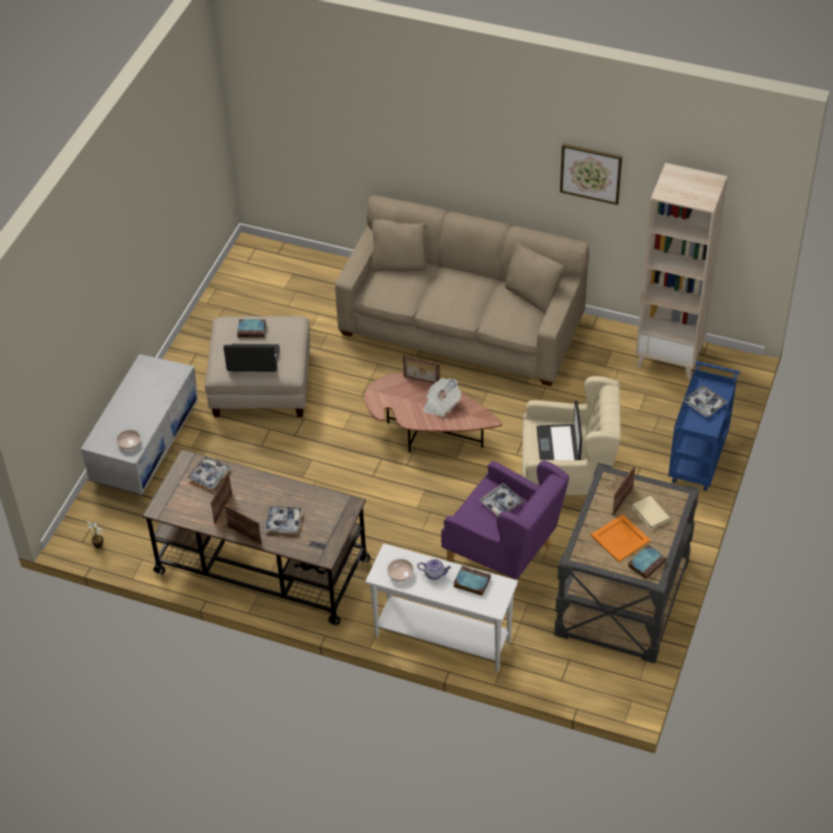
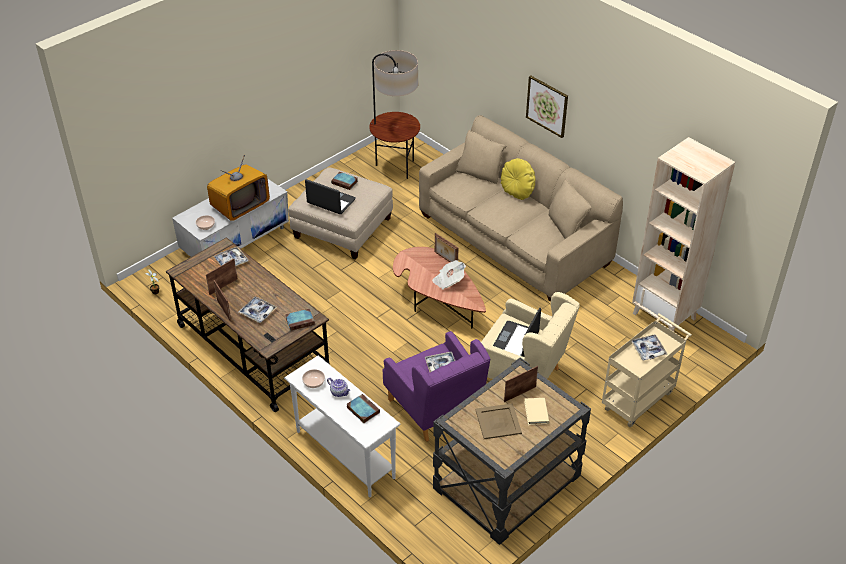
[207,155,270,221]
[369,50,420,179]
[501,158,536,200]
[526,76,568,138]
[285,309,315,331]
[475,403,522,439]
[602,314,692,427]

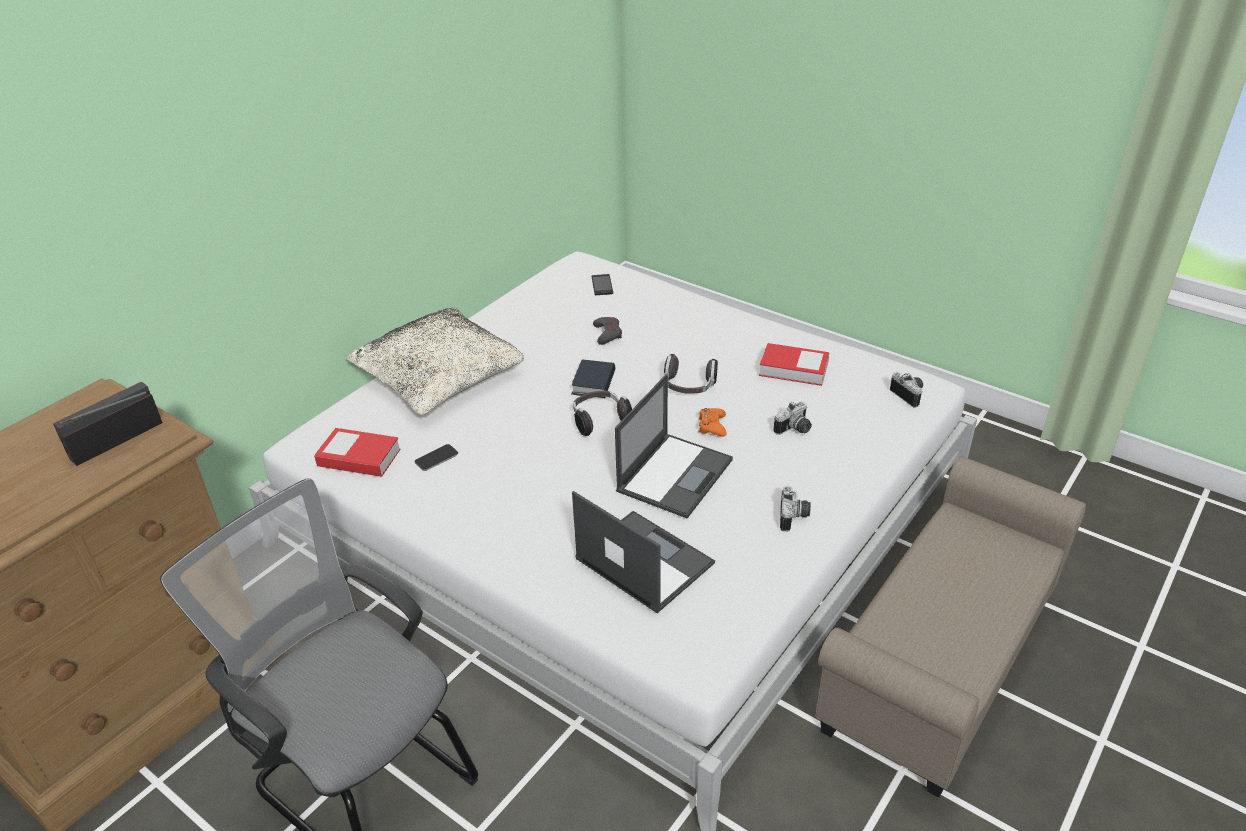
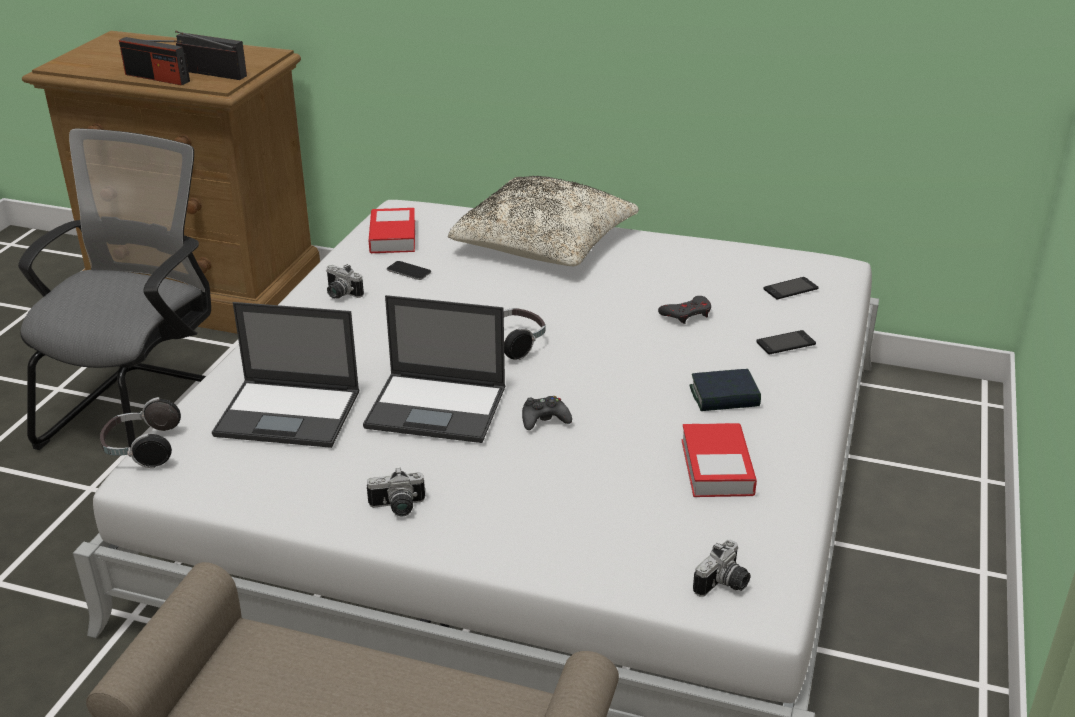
[119,37,190,85]
[756,330,816,354]
[689,369,761,411]
[100,397,181,468]
[326,264,364,299]
[522,396,572,430]
[212,302,360,448]

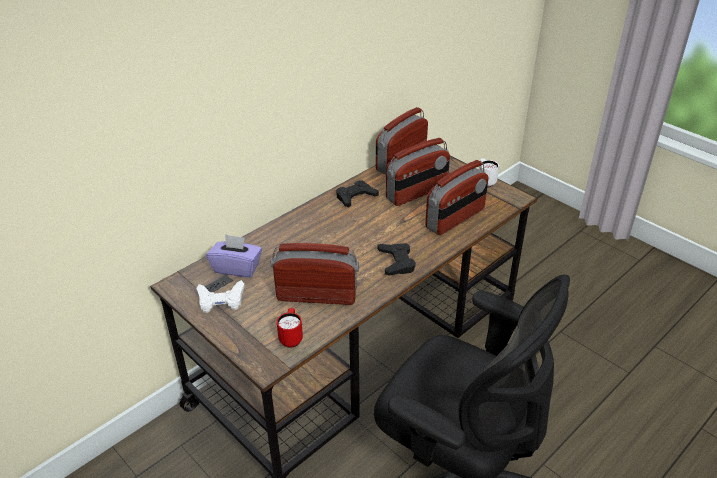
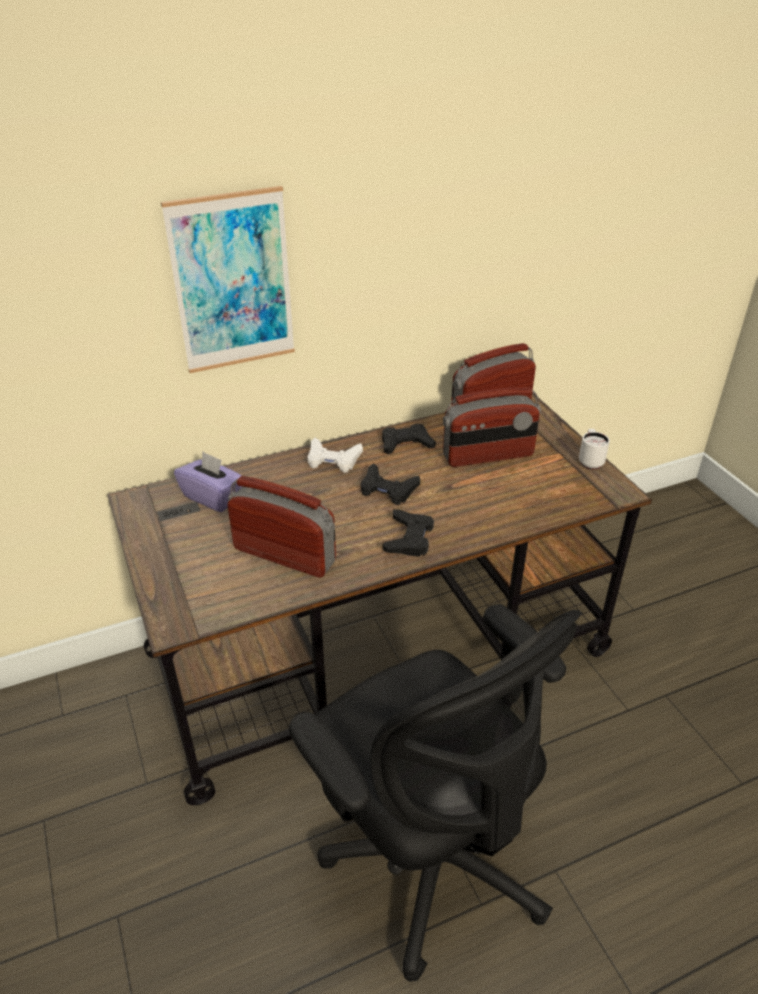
[277,308,303,348] (first image)
[425,160,488,235] (first image)
[161,186,295,373]
[361,463,420,505]
[307,438,363,473]

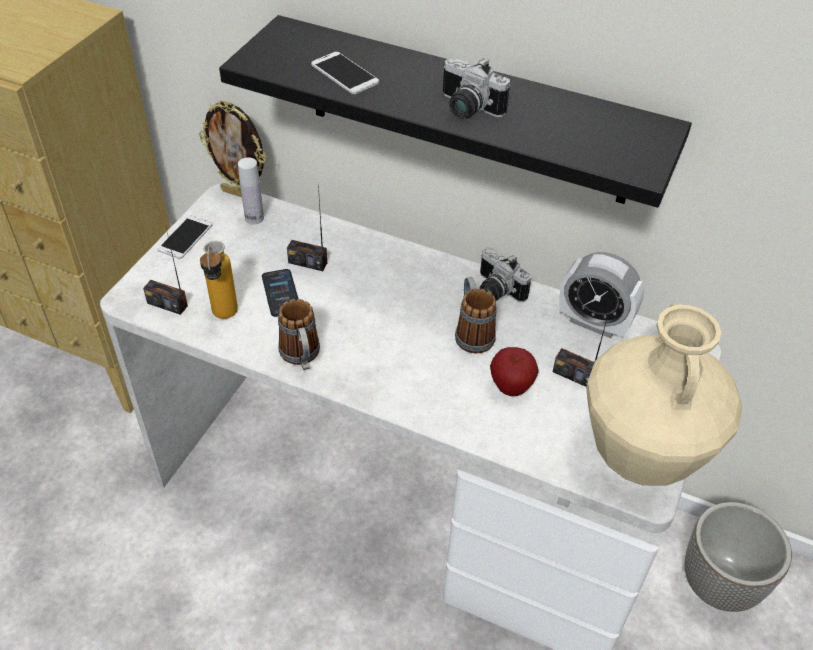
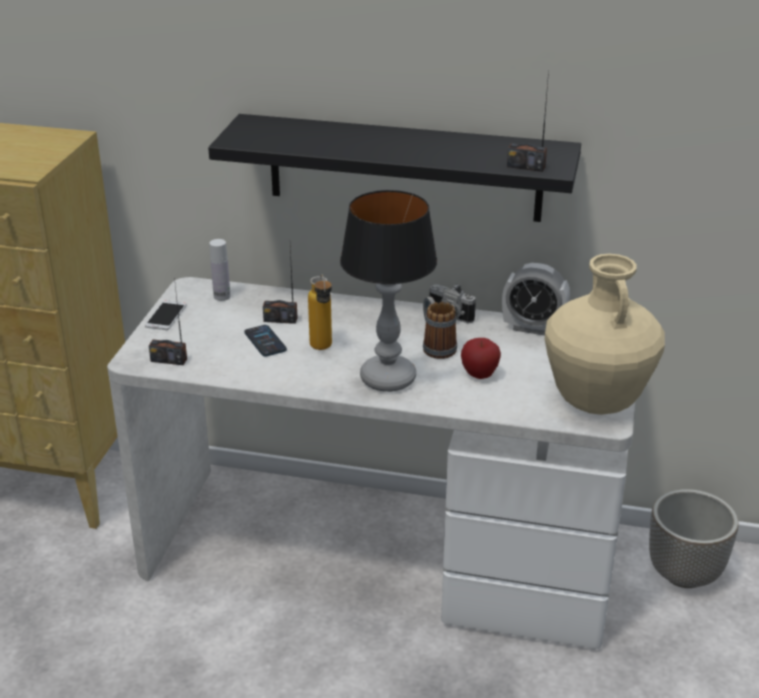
[199,100,266,197] (first image)
[278,299,320,370] (first image)
[311,52,379,94] (first image)
[443,57,510,119] (first image)
[340,190,437,392]
[308,274,332,350]
[507,71,549,172]

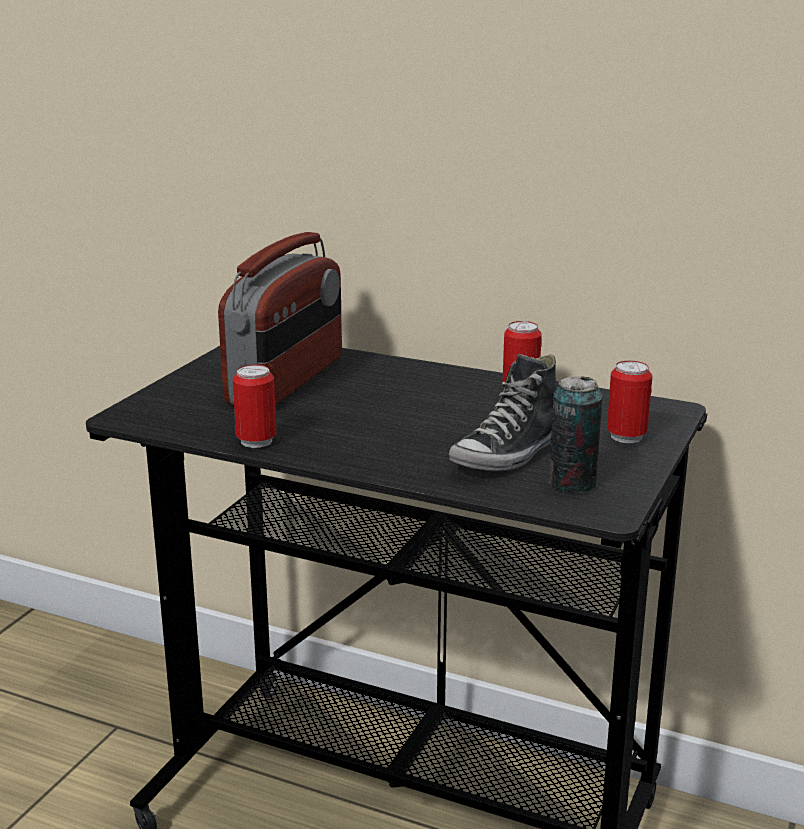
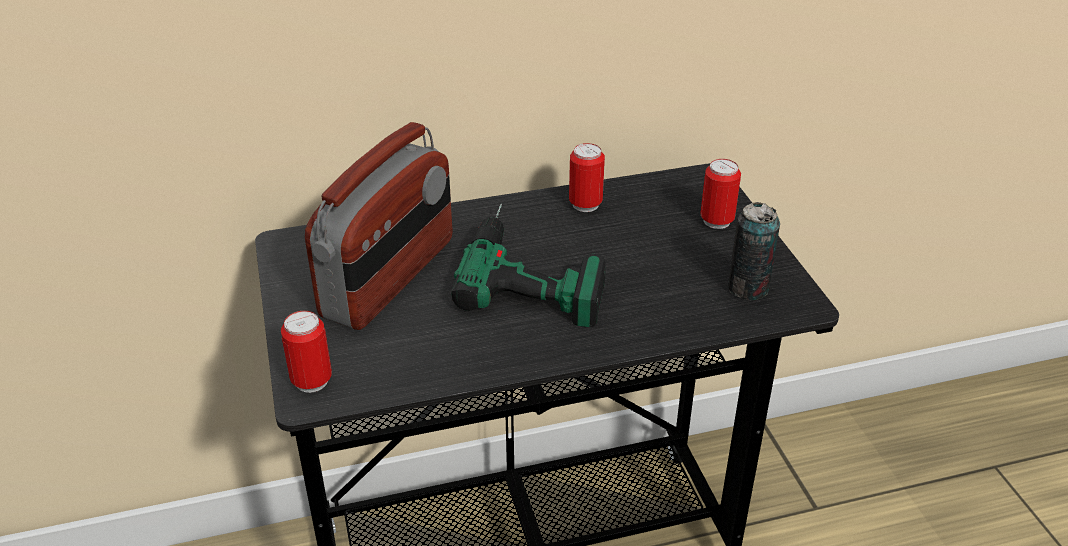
[449,354,557,471] (first image)
[451,204,606,327]
[281,311,332,393]
[305,122,453,330]

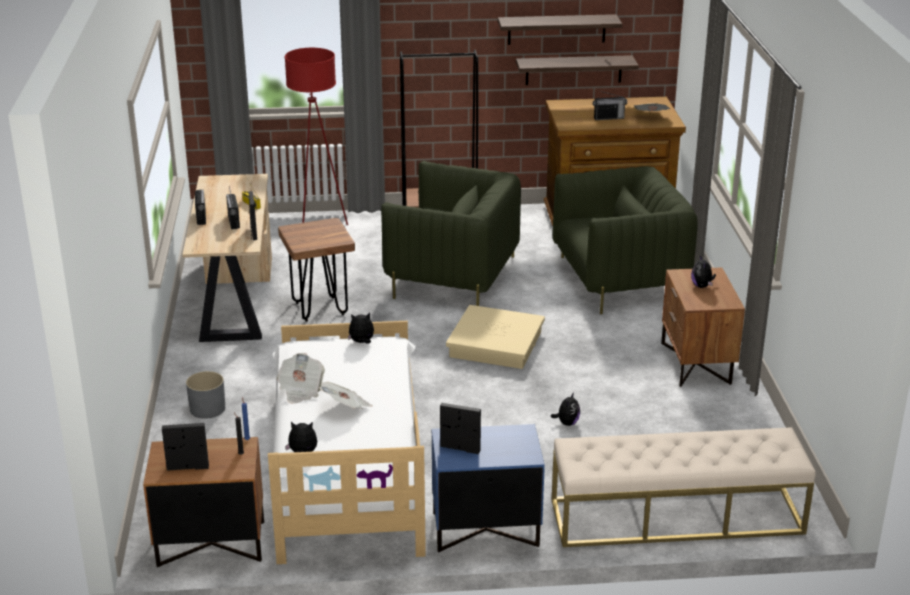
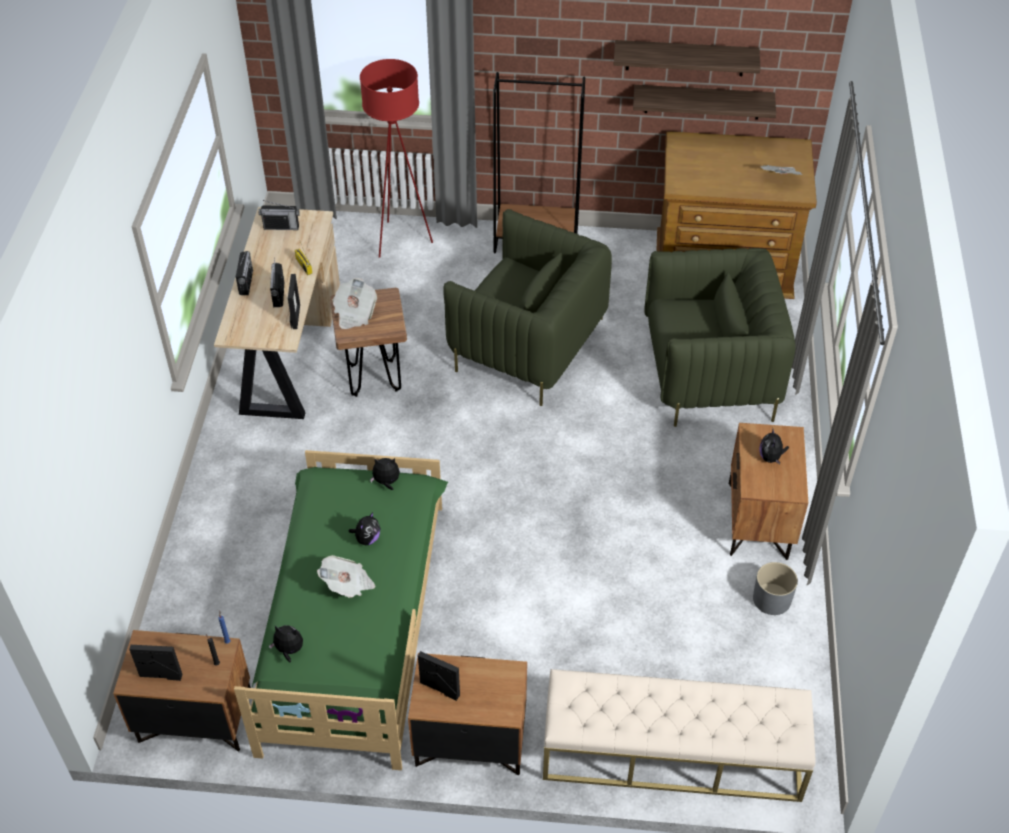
[446,305,545,369] (first image)
[753,562,798,615]
[332,278,377,329]
[349,512,381,545]
[258,200,300,230]
[234,450,448,770]
[408,653,527,776]

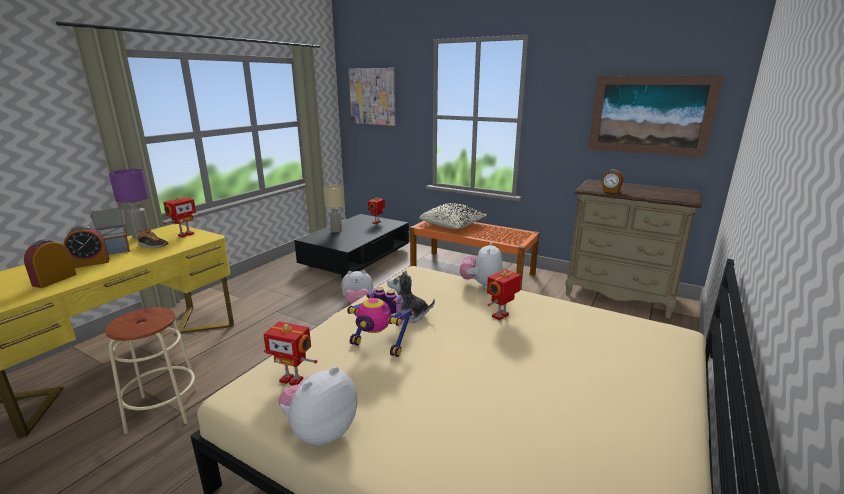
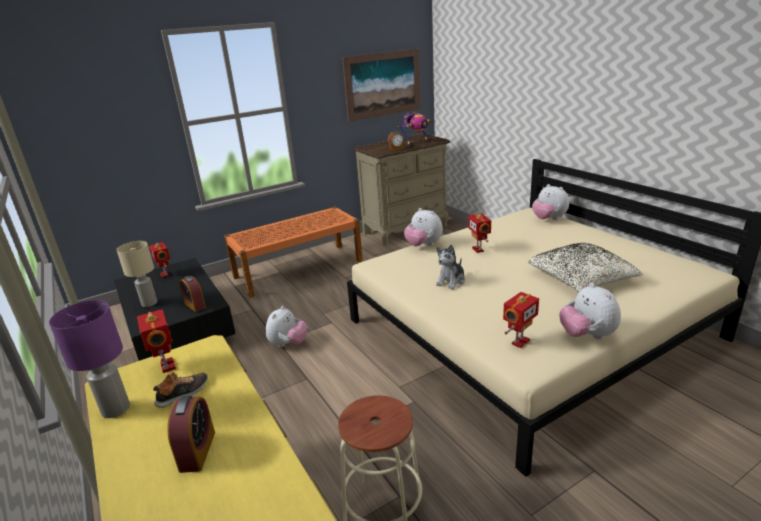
[90,207,130,255] (first image)
[349,68,395,126] (first image)
[532,184,569,220]
[180,276,206,312]
[398,112,431,145]
[529,243,643,292]

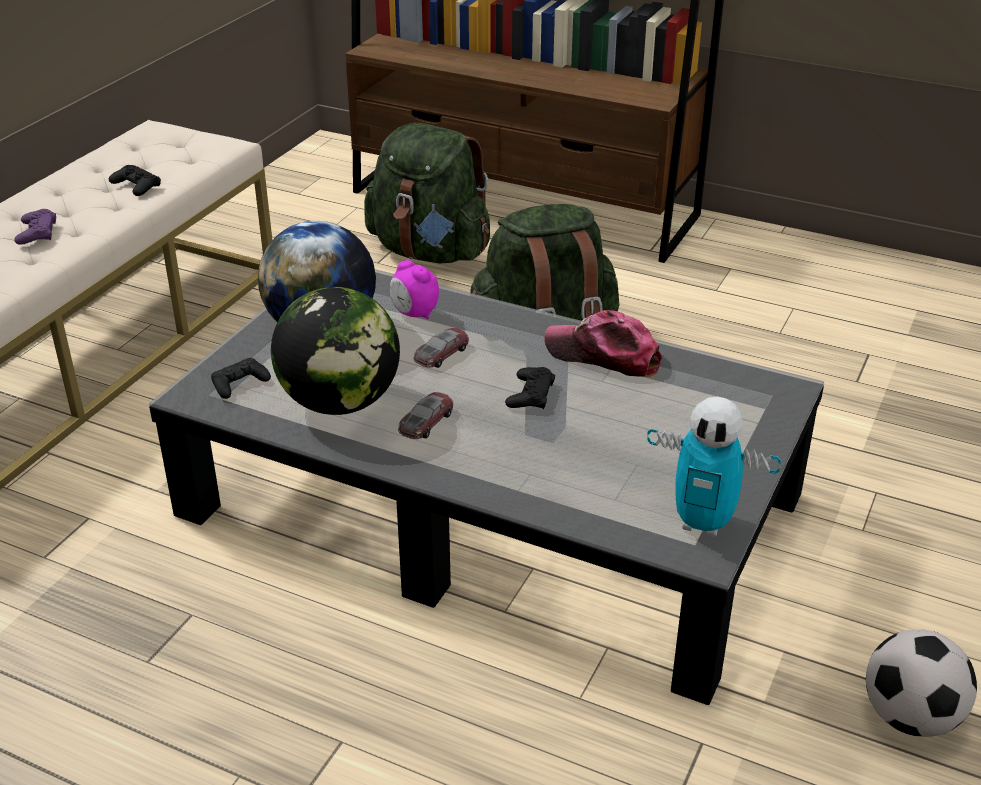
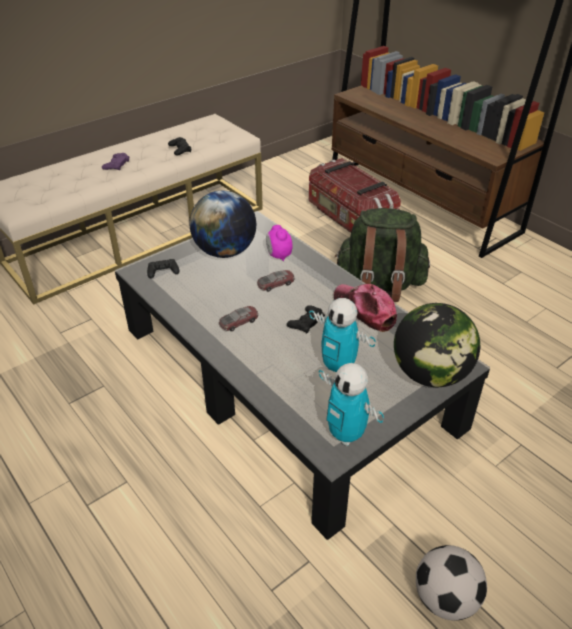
[309,298,376,372]
[394,303,480,387]
[309,158,401,233]

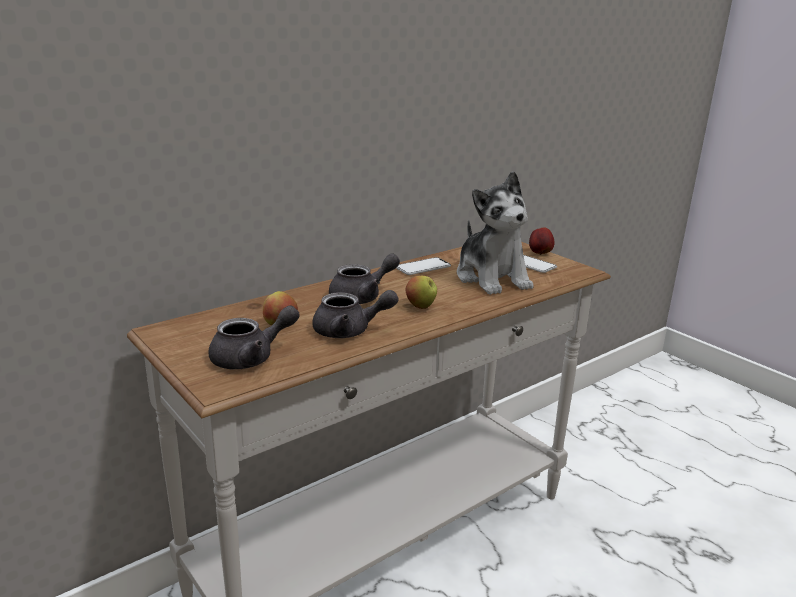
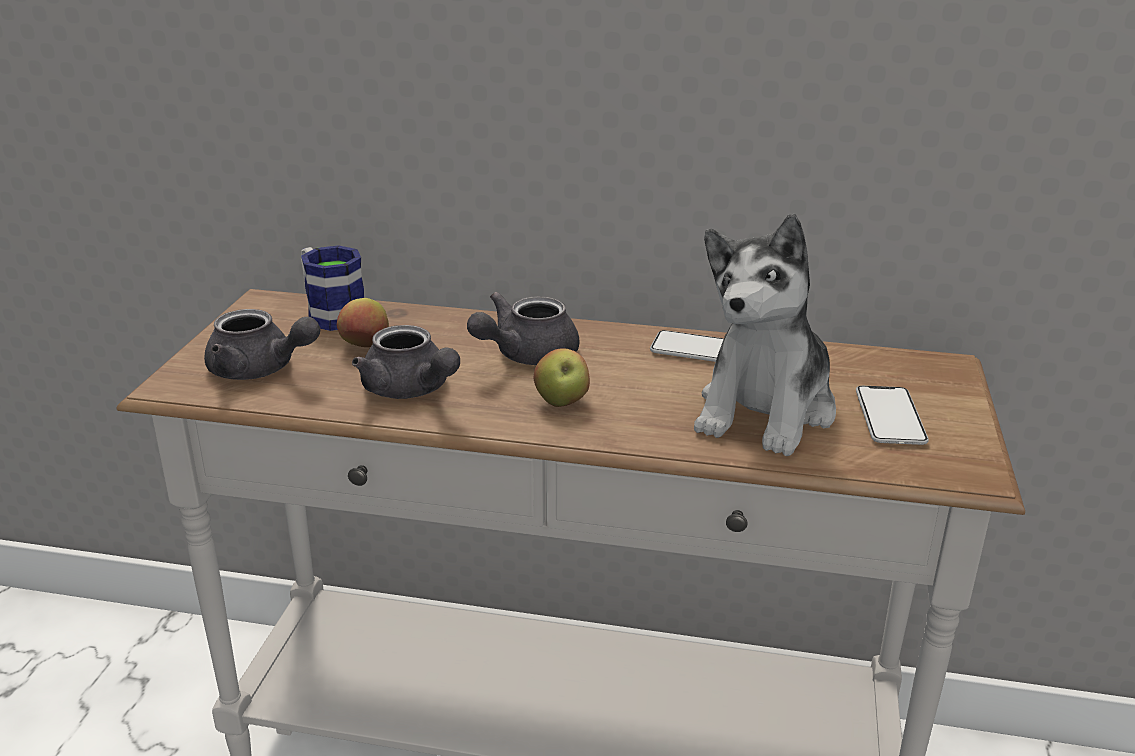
[529,228,554,255] (first image)
[301,245,364,331]
[467,292,579,365]

